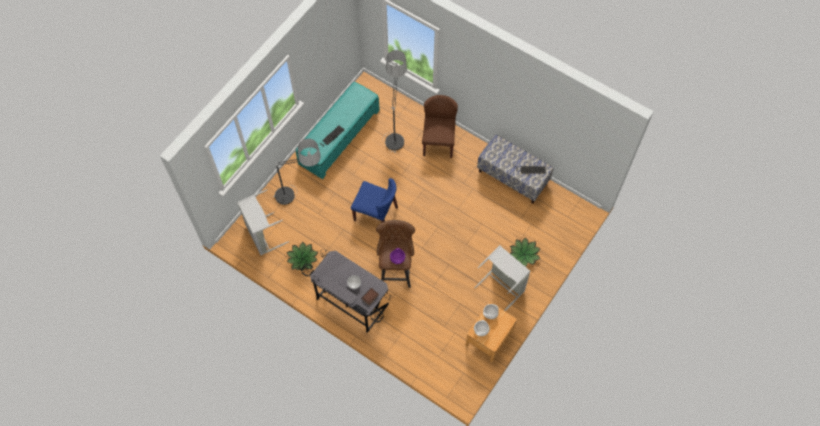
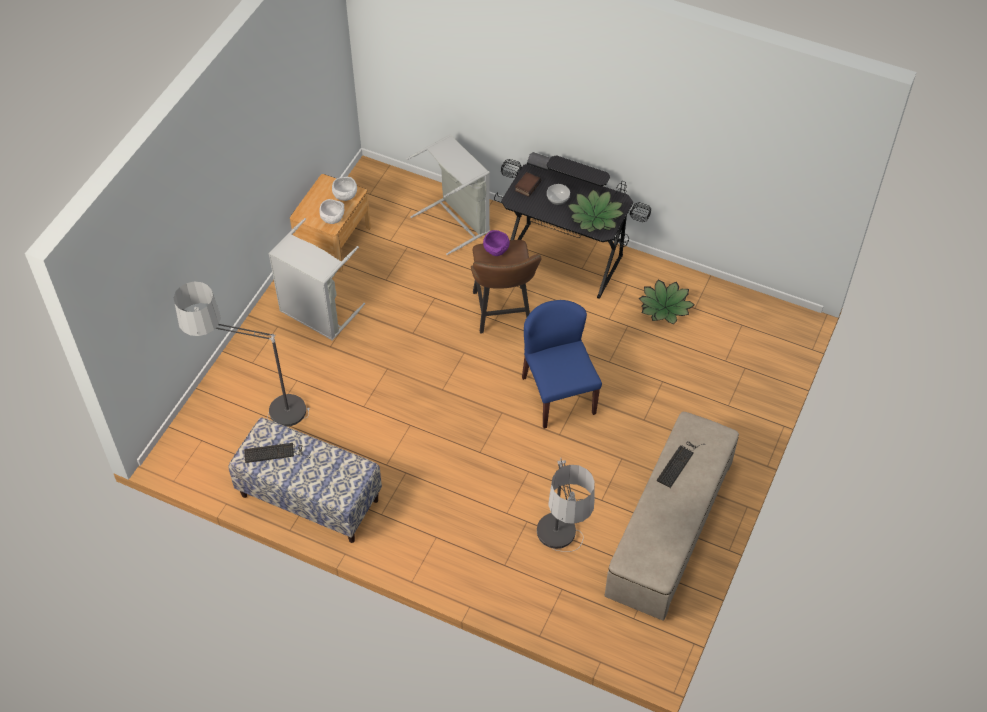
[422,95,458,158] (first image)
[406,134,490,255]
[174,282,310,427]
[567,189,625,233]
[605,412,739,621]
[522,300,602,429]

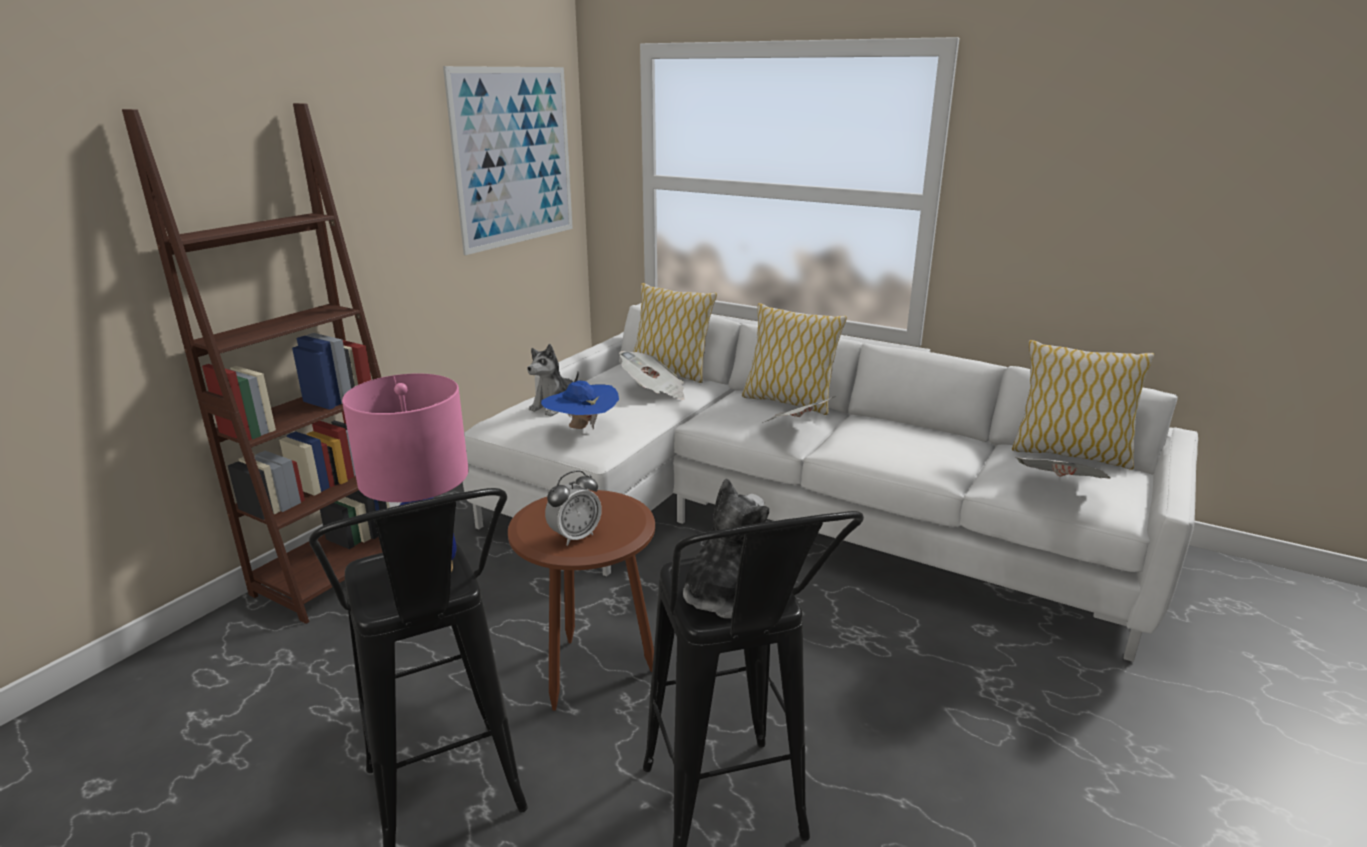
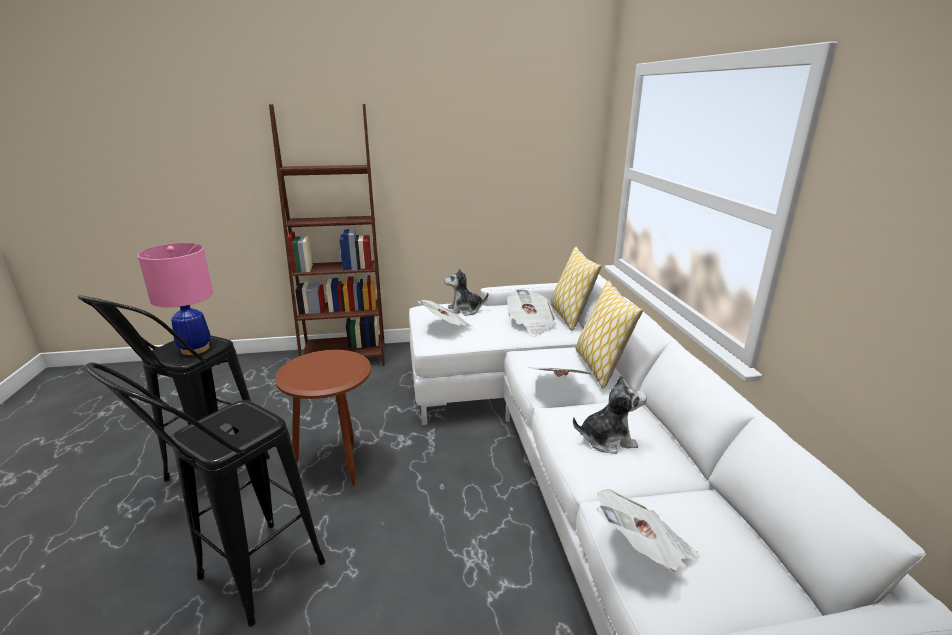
[443,66,573,255] (first image)
[545,470,602,546] (first image)
[1012,340,1154,470] (first image)
[573,374,647,454]
[417,300,473,327]

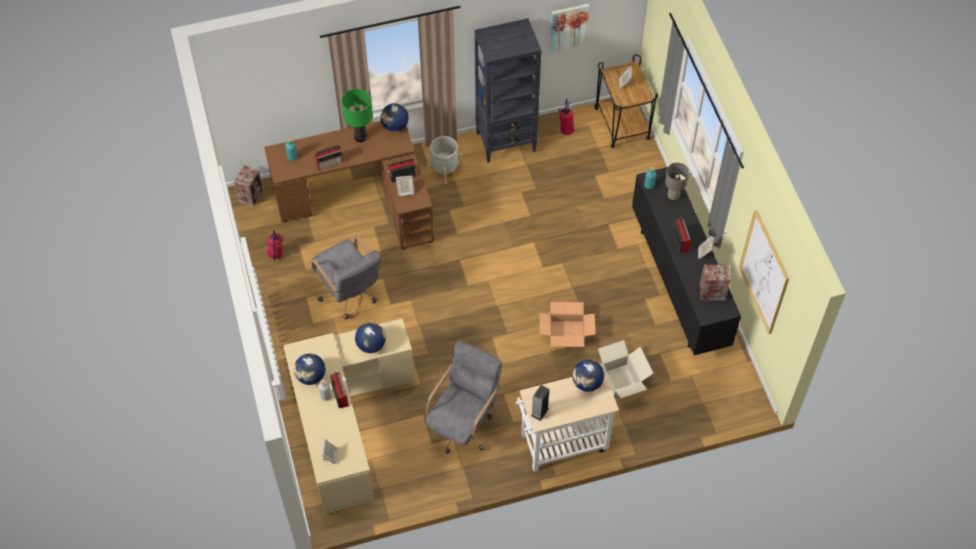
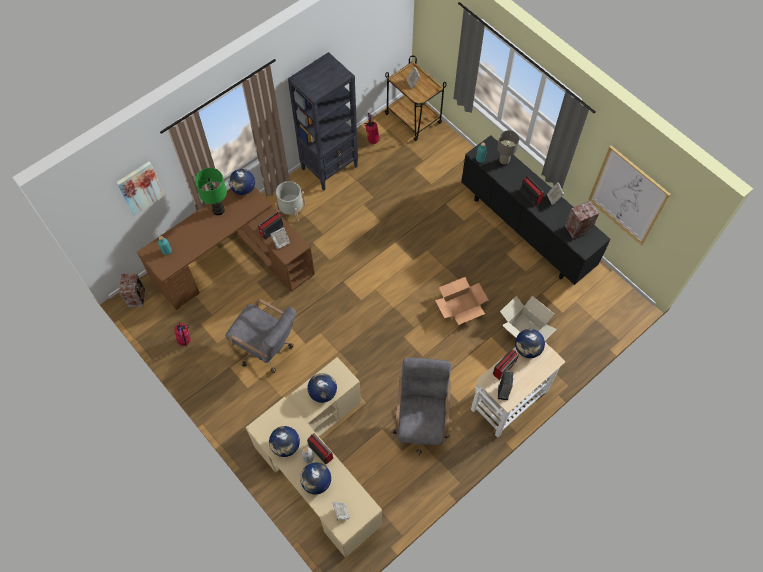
[300,463,331,495]
[493,349,519,380]
[116,162,164,216]

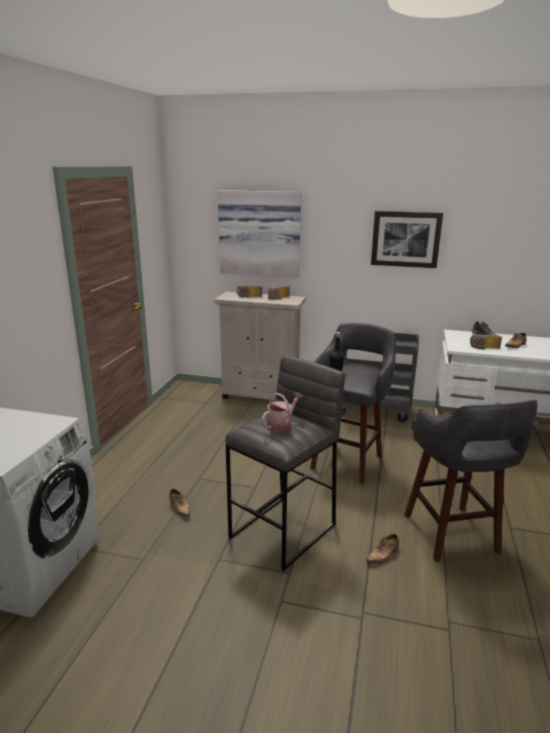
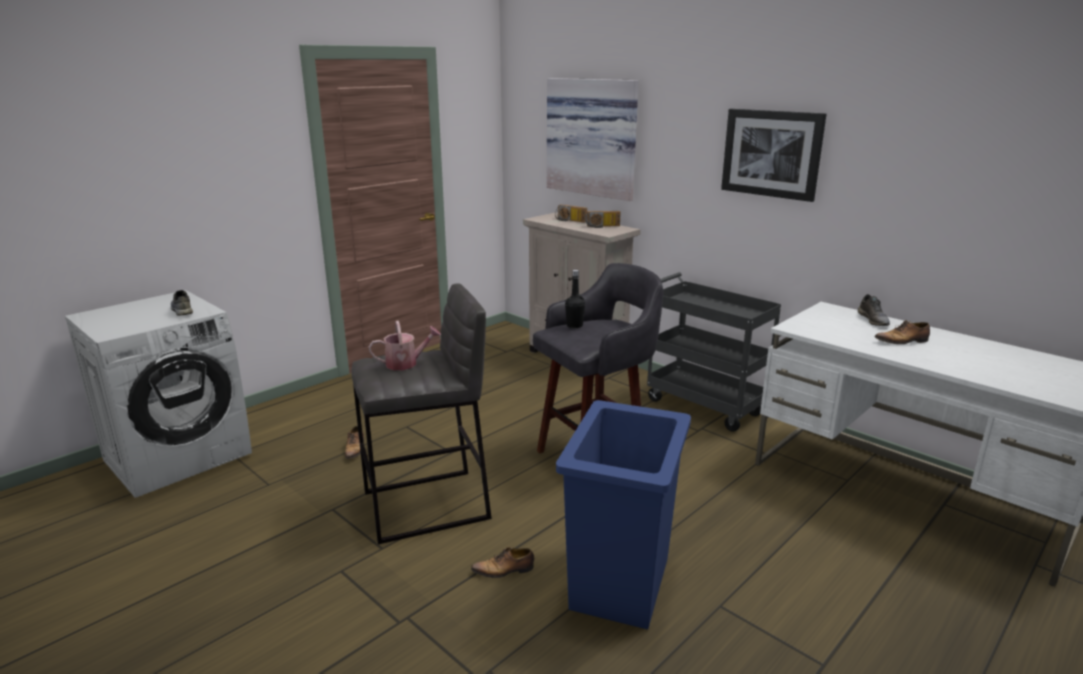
[470,334,502,349] (first image)
[171,290,193,316]
[556,400,691,629]

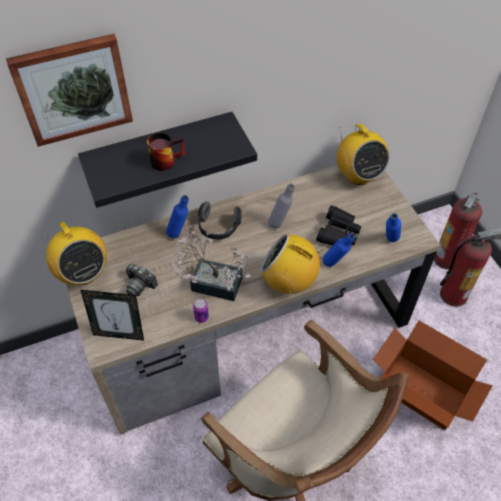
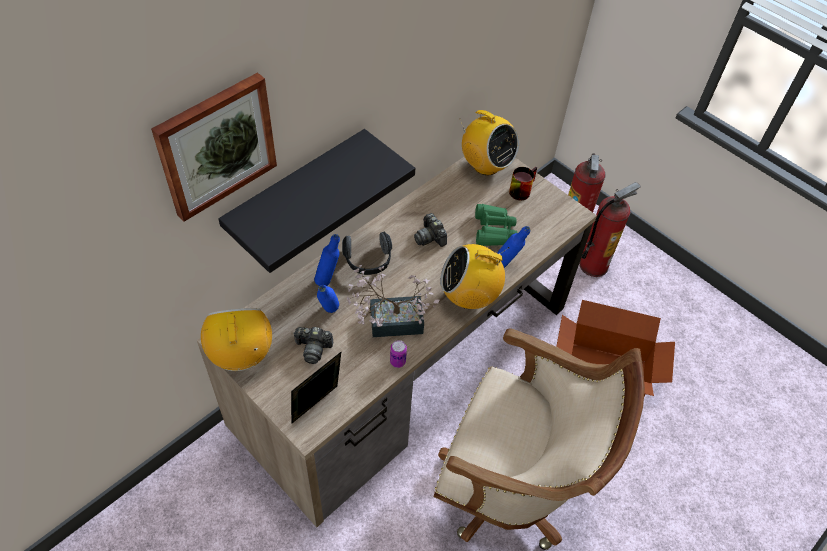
[509,167,537,200]
[317,285,339,313]
[414,213,447,247]
[475,204,518,246]
[201,308,272,371]
[291,352,341,424]

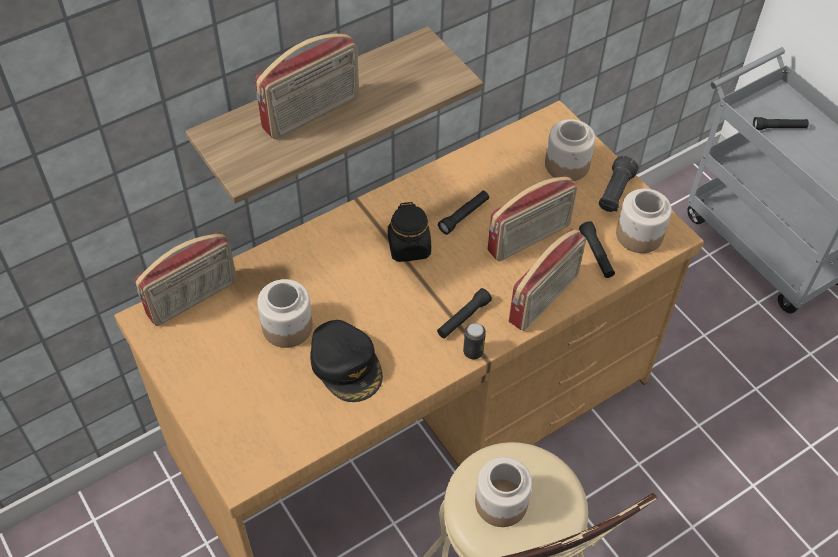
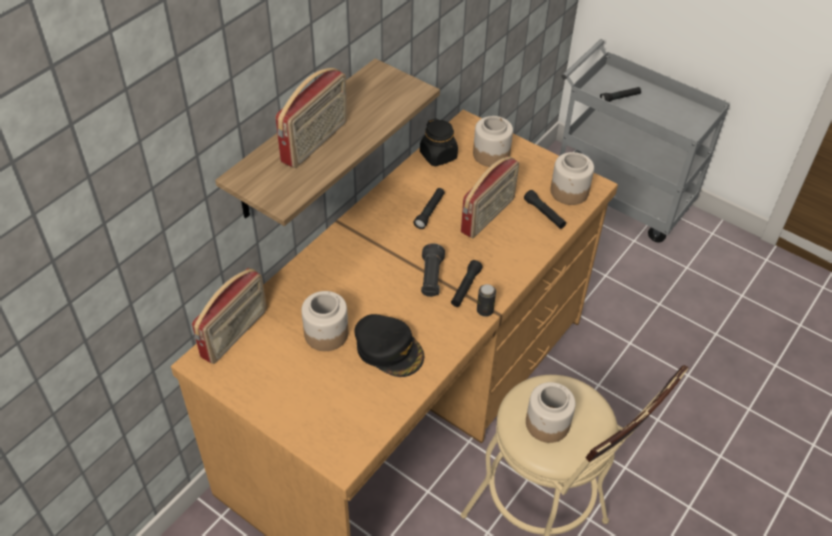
[509,228,586,331] (first image)
[420,118,458,166]
[421,243,445,297]

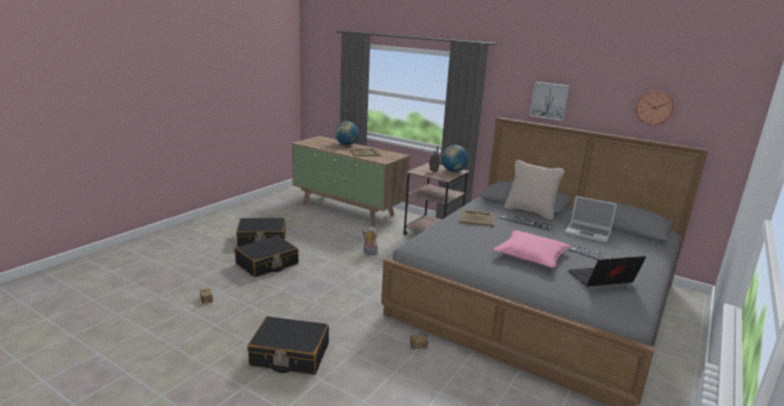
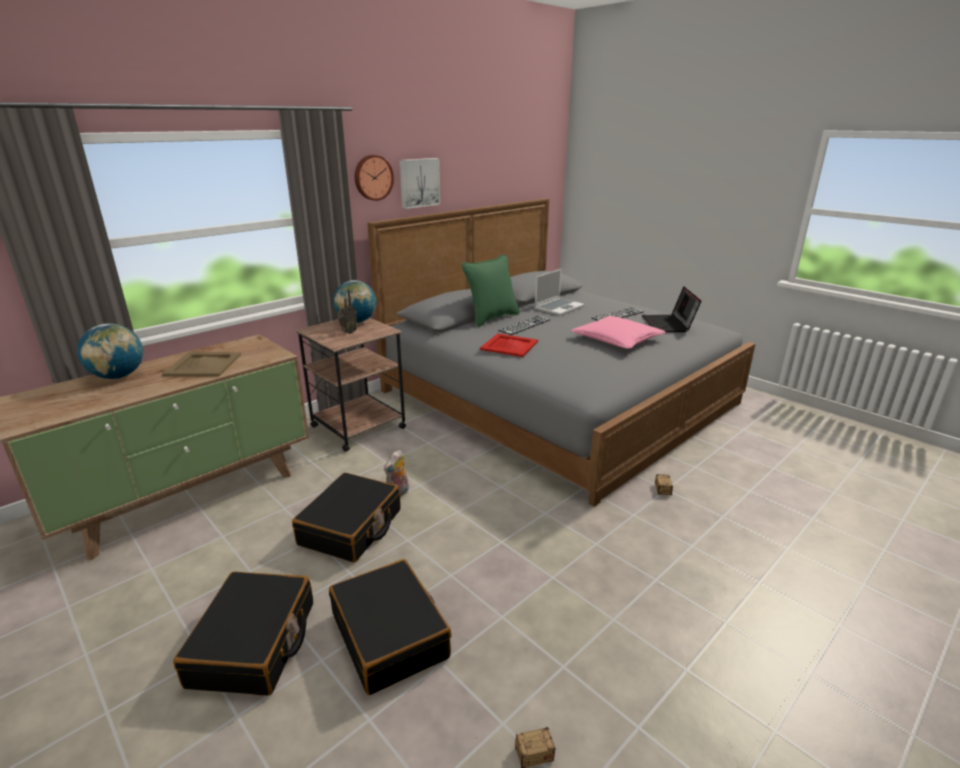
[292,473,401,563]
[355,155,394,201]
[480,333,538,357]
[462,254,520,327]

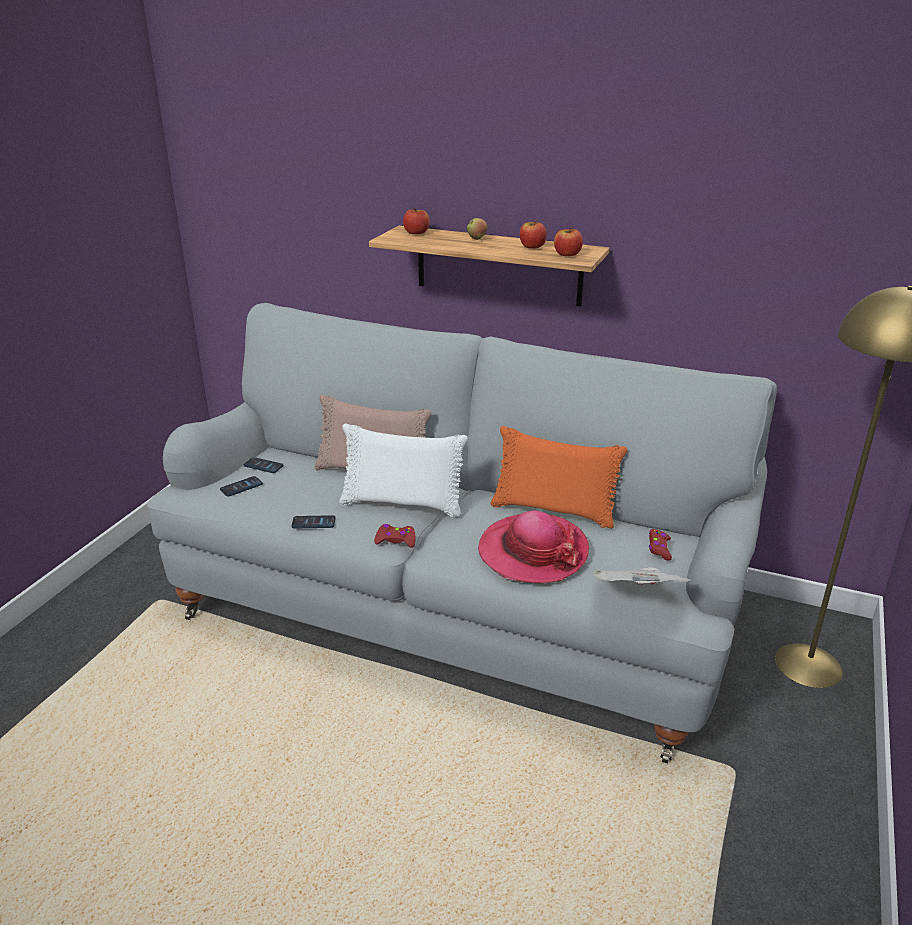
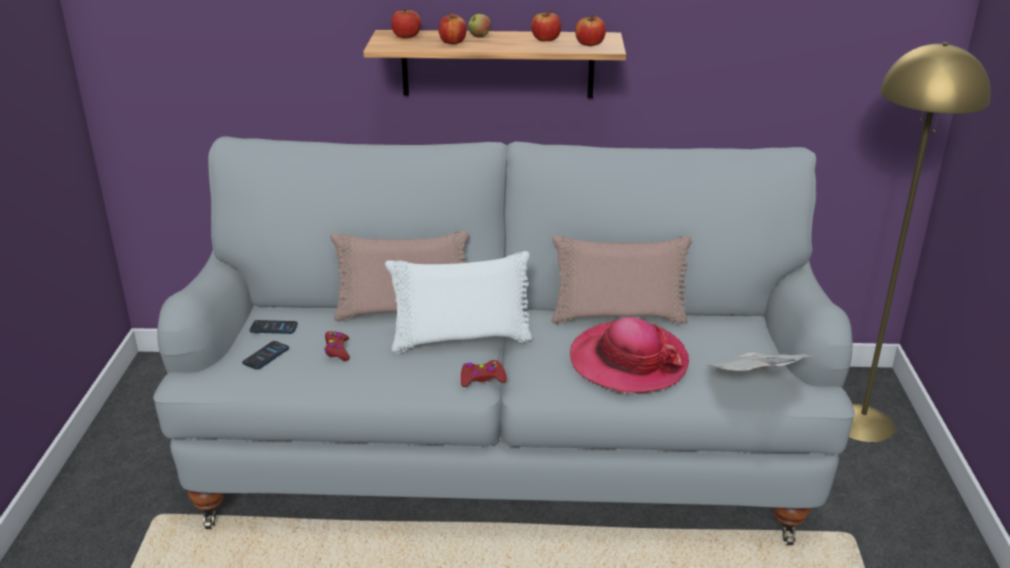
[292,515,335,528] (first image)
[438,13,467,44]
[324,331,350,361]
[552,236,691,325]

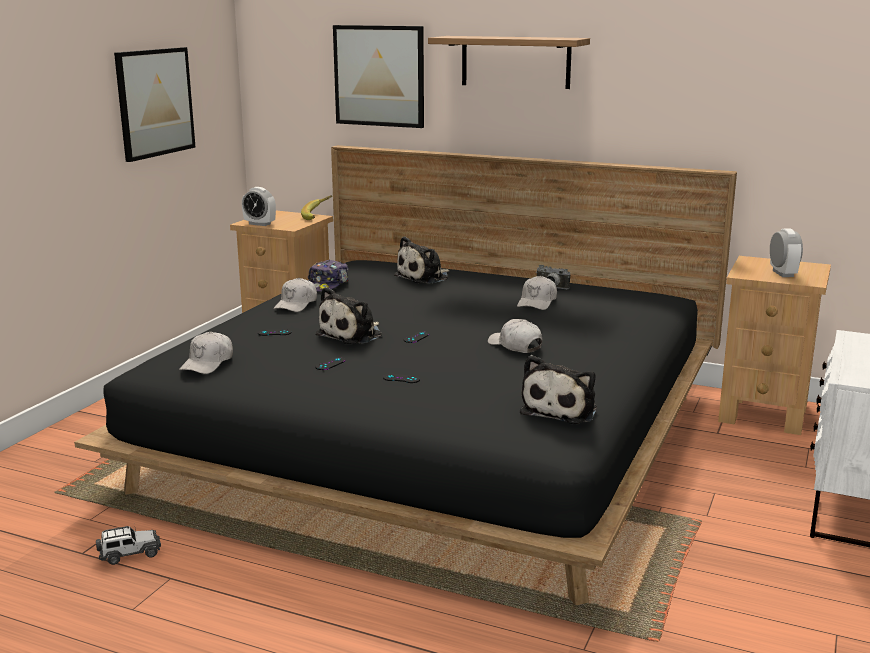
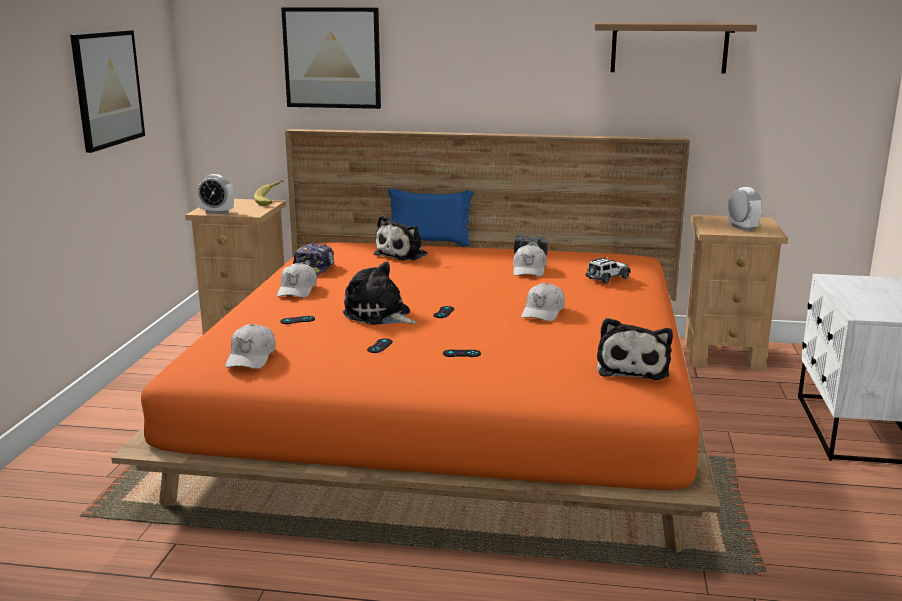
[388,188,474,247]
[585,257,631,284]
[595,22,757,74]
[111,129,721,553]
[342,262,417,325]
[521,283,565,322]

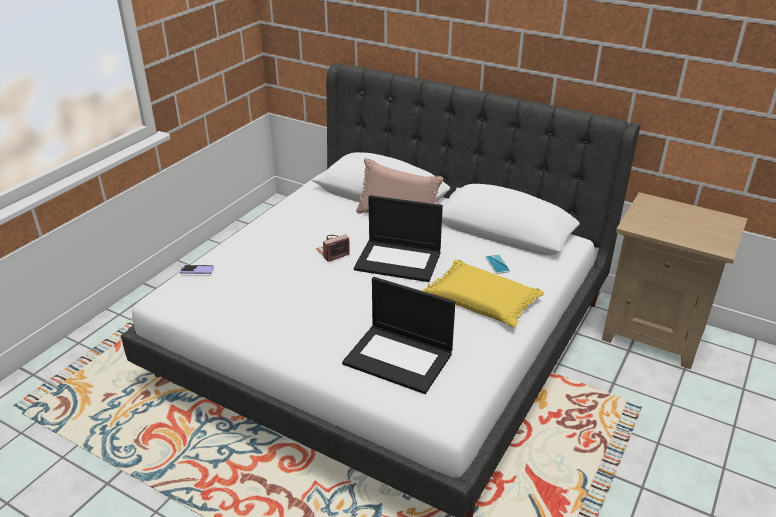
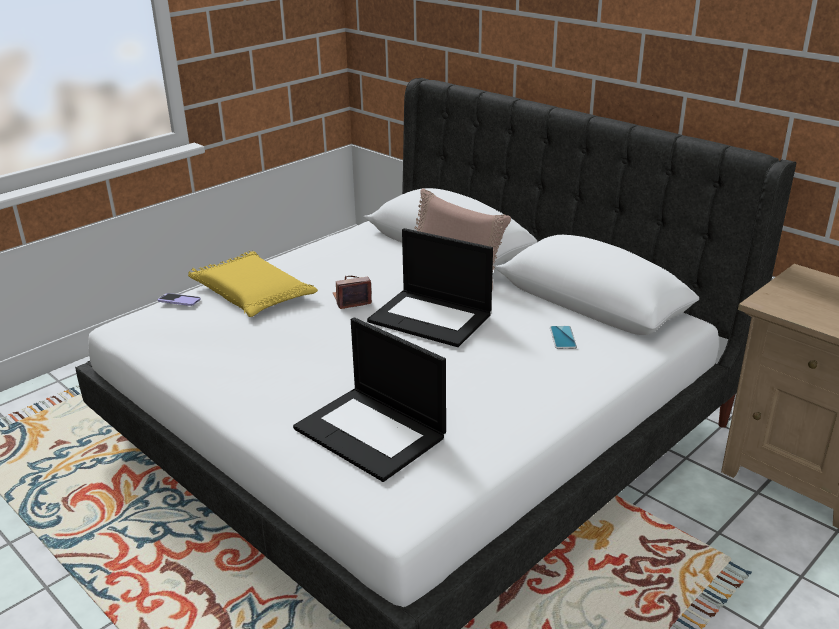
[188,251,318,317]

